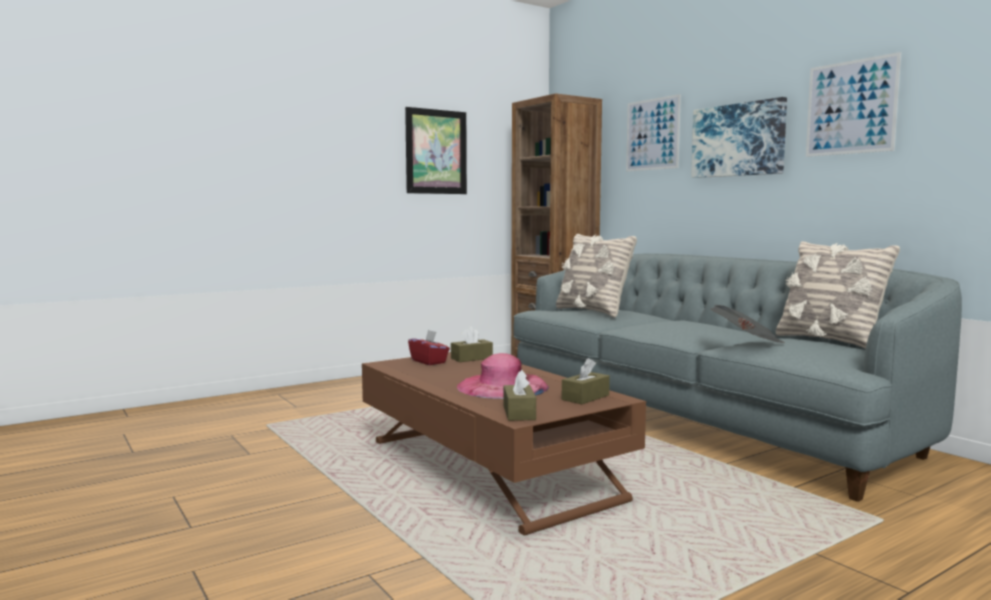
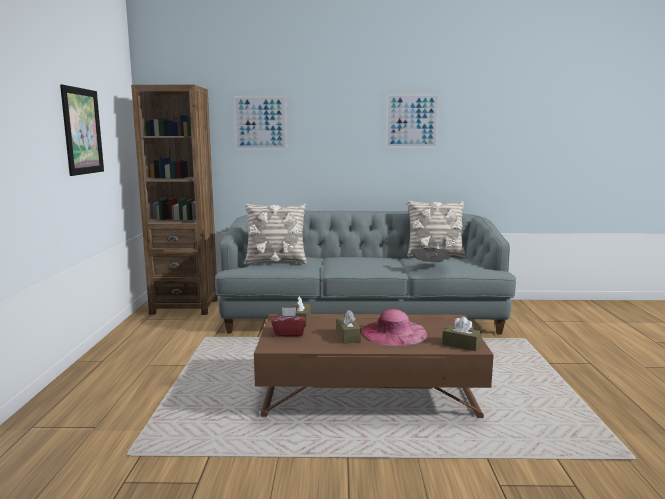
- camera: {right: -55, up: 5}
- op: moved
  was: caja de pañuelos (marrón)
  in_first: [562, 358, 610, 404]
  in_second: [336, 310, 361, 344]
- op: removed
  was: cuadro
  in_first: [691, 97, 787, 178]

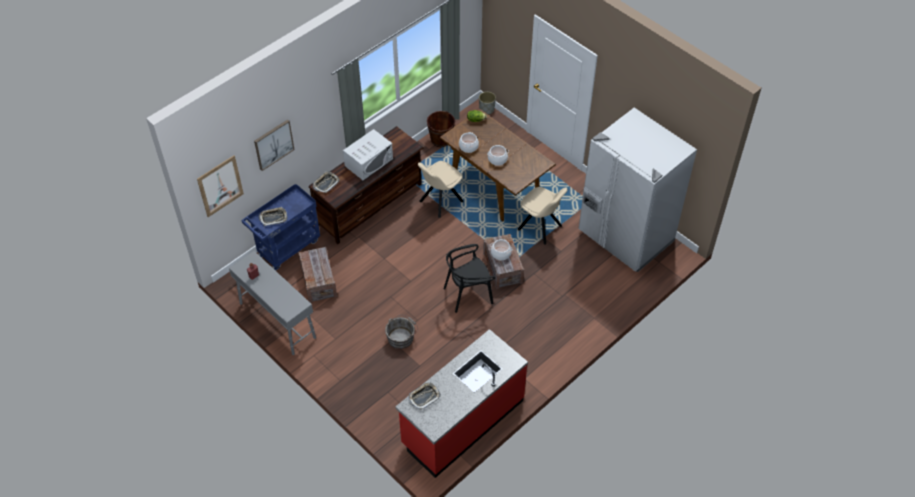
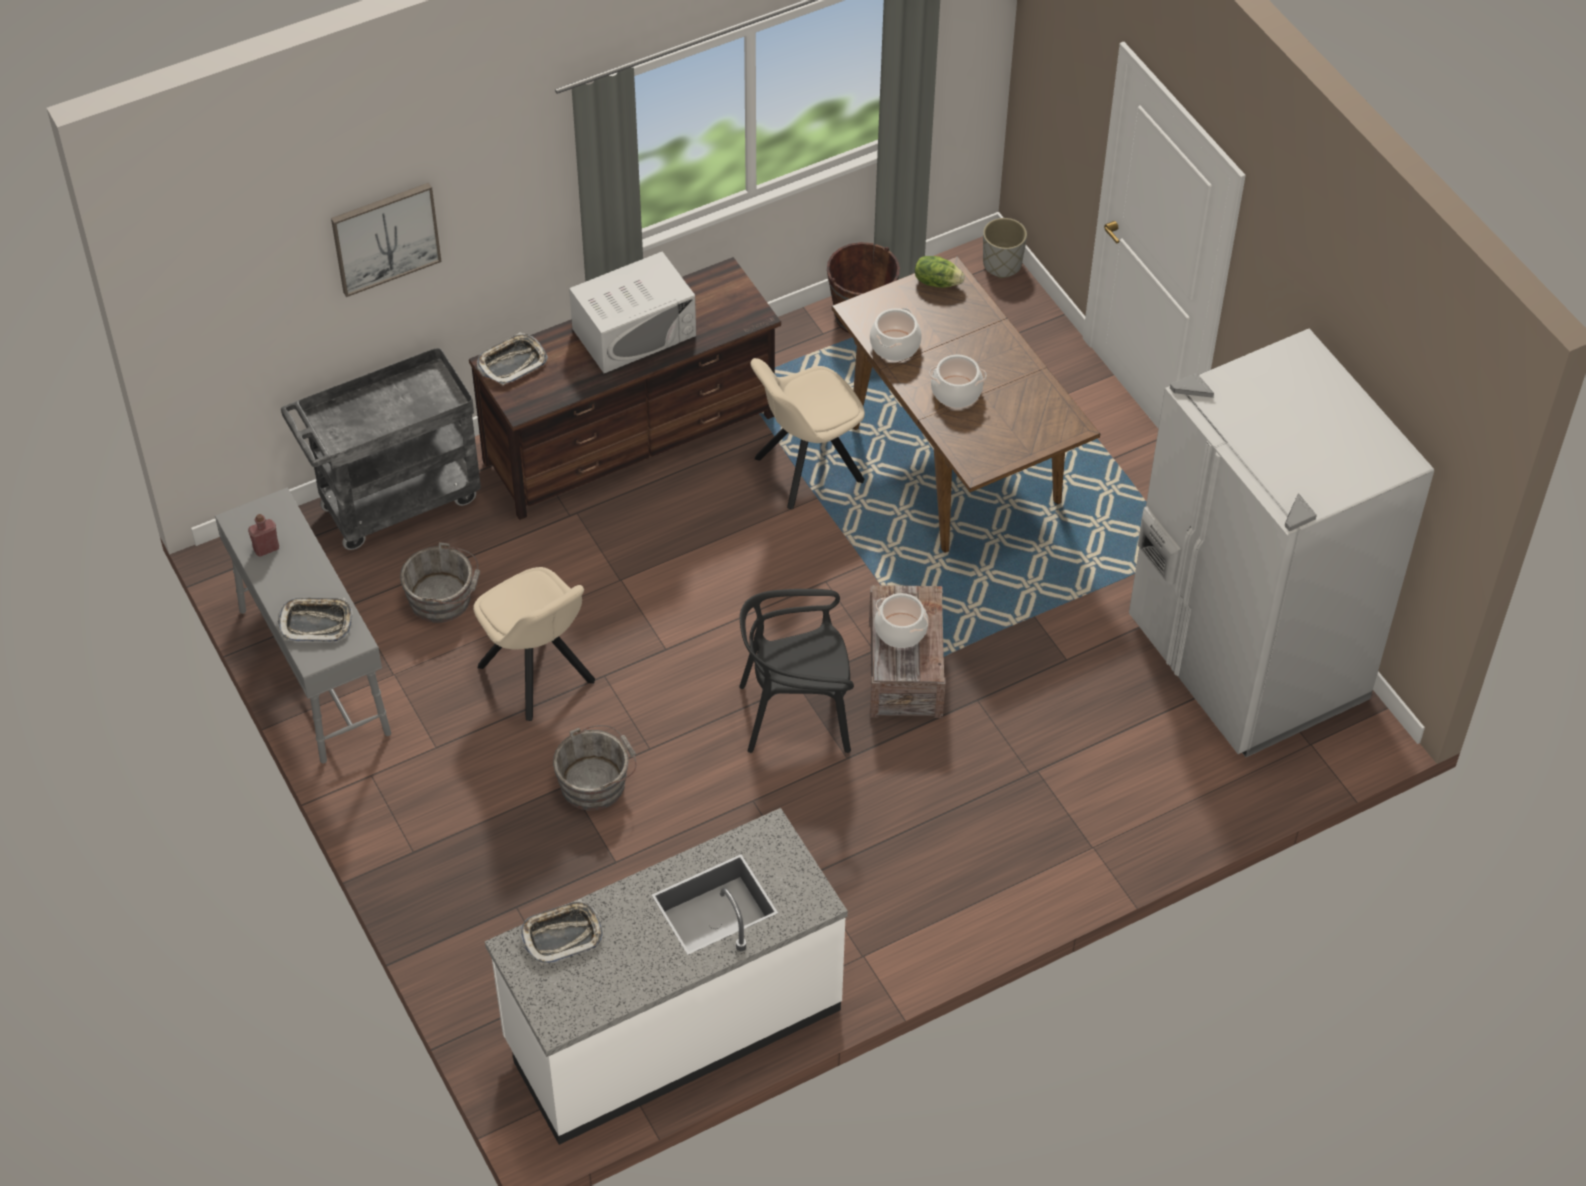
- camera: {right: 15, up: 0}
- op: removed
  was: cuadro
  in_first: [197, 155, 244, 217]
- op: recoloured
  was: carrito (azul)
  now: carrito (negro)
  in_first: [242, 184, 320, 271]
  in_second: [281, 348, 481, 550]
- op: moved
  was: bandeja
  in_first: [259, 207, 287, 226]
  in_second: [278, 598, 353, 642]
- op: replaced
  was: caja de embalaje
  now: cubo (gris)
  in_first: [299, 247, 337, 303]
  in_second: [400, 542, 480, 623]
- op: recoloured
  was: mueble bajo de cocina (rojo)
  now: mueble bajo de cocina (blanco)
  in_first: [395, 329, 528, 478]
  in_second: [485, 808, 848, 1145]
- op: moved
  was: silla (beis)
  in_first: [518, 187, 568, 245]
  in_second: [473, 567, 595, 721]

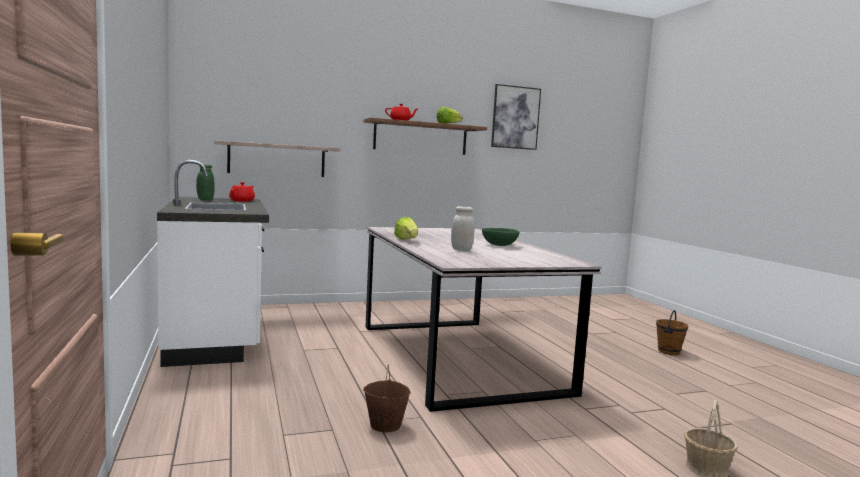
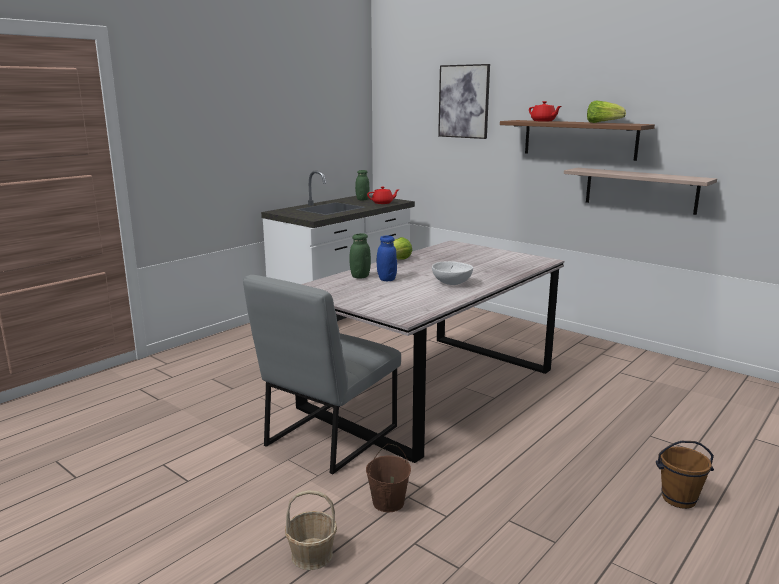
- camera: {right: 60, up: 10}
- op: moved
  was: estante
  in_first: [214, 140, 340, 177]
  in_second: [564, 168, 717, 215]
- op: moved
  was: cubo (marrón)
  in_first: [363, 364, 411, 432]
  in_second: [366, 444, 411, 512]
- op: recoloured
  was: tarro (blanco)
  now: tarro (azul)
  in_first: [451, 206, 475, 251]
  in_second: [377, 235, 397, 281]
- op: recoloured
  was: cuenco (verde)
  now: cuenco (blanco)
  in_first: [482, 228, 519, 246]
  in_second: [432, 261, 473, 285]
- op: moved
  was: cuadro
  in_first: [491, 84, 541, 150]
  in_second: [438, 64, 490, 139]
- op: added
  now: silla (gris)
  in_second: [243, 275, 401, 474]
- op: added
  now: tarro (verde)
  in_second: [349, 233, 371, 279]

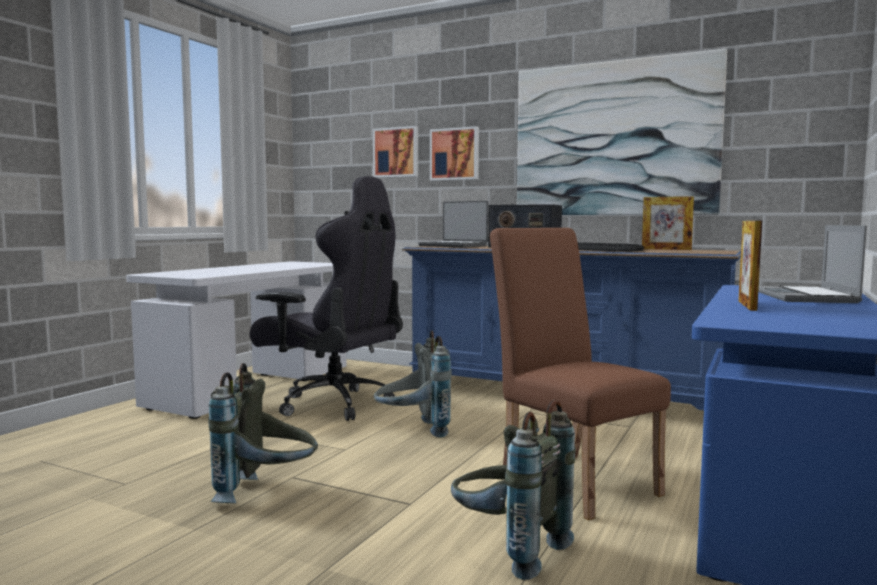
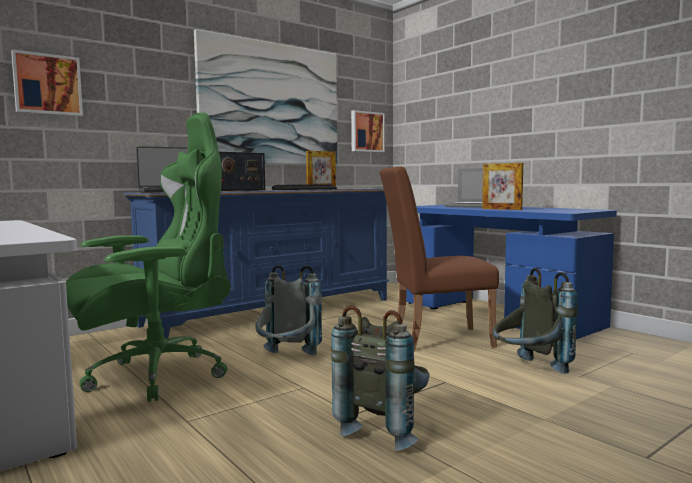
- camera: {right: -65, up: 0}
- op: recoloured
  was: silla de oficina (negro)
  now: silla de oficina (verde)
  in_first: [250, 176, 403, 421]
  in_second: [66, 112, 230, 402]
- op: moved
  was: cuadro
  in_first: [430, 126, 479, 181]
  in_second: [351, 110, 385, 152]

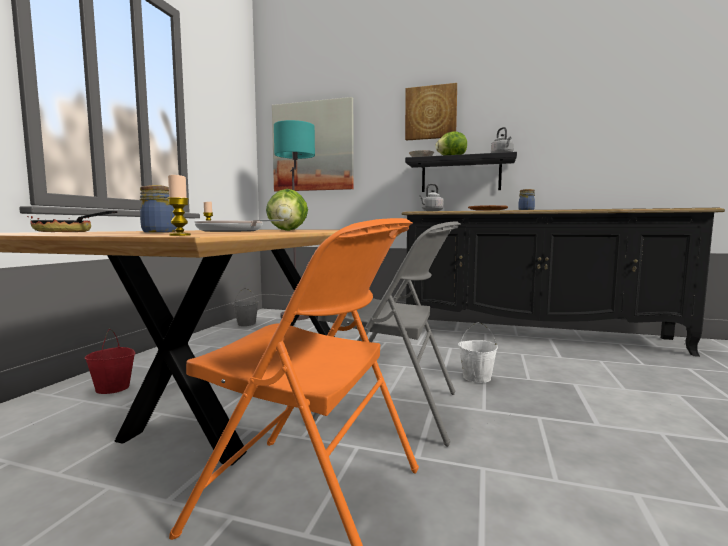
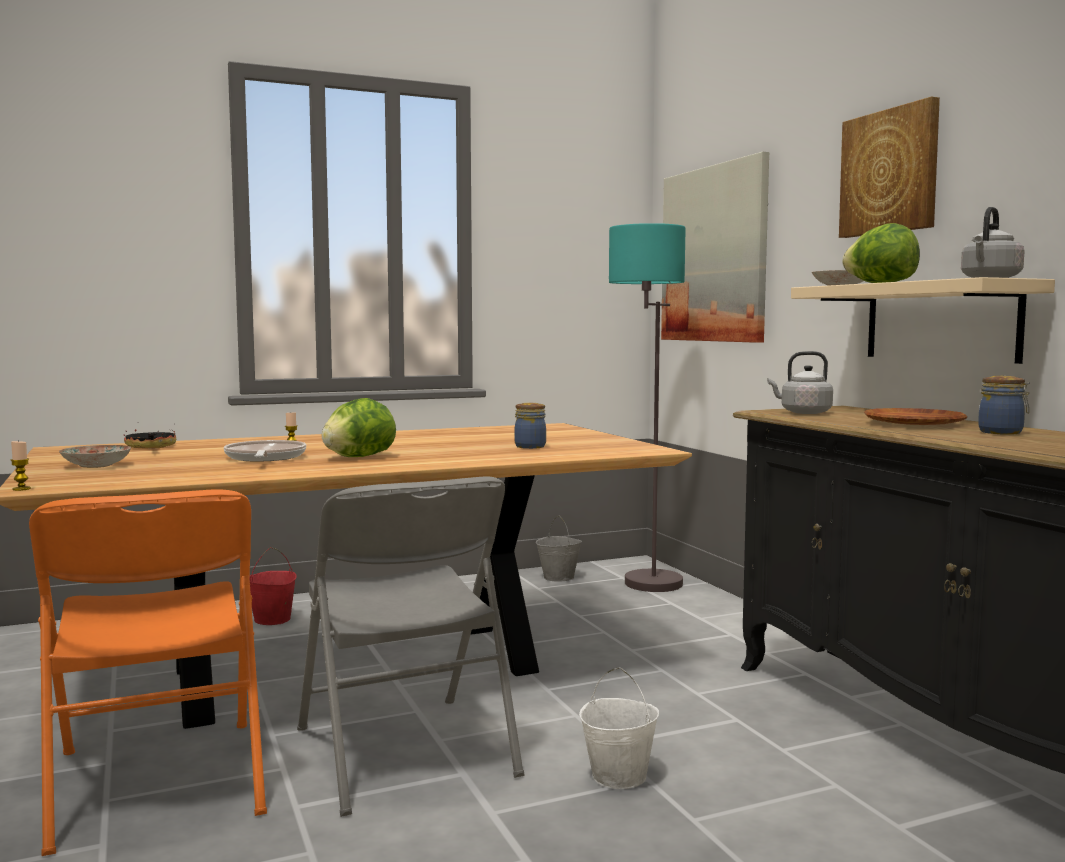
- camera: {right: 50, up: 0}
- op: moved
  was: tarro
  in_first: [140, 185, 177, 232]
  in_second: [514, 403, 546, 449]
- op: recoloured
  was: estante (negro)
  now: estante (beis)
  in_first: [405, 152, 517, 192]
  in_second: [791, 277, 1055, 364]
- op: added
  now: plato
  in_second: [59, 445, 131, 468]

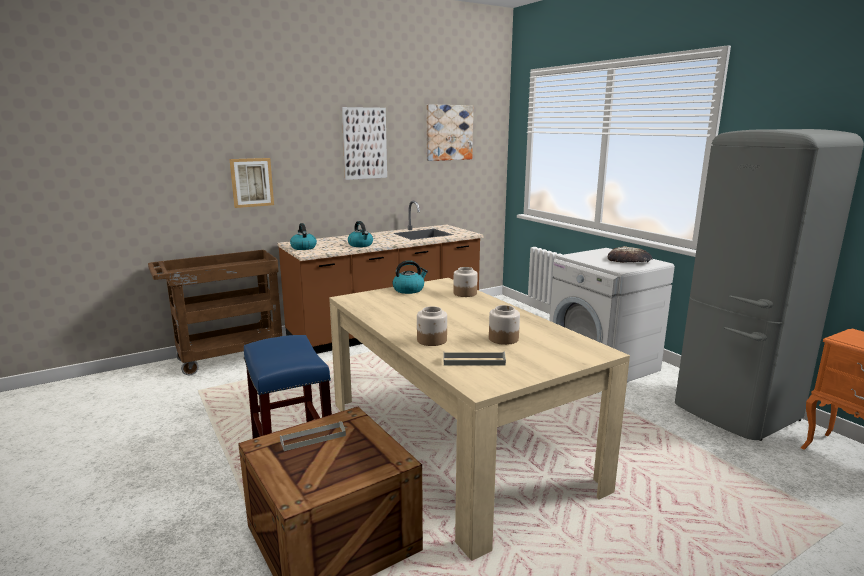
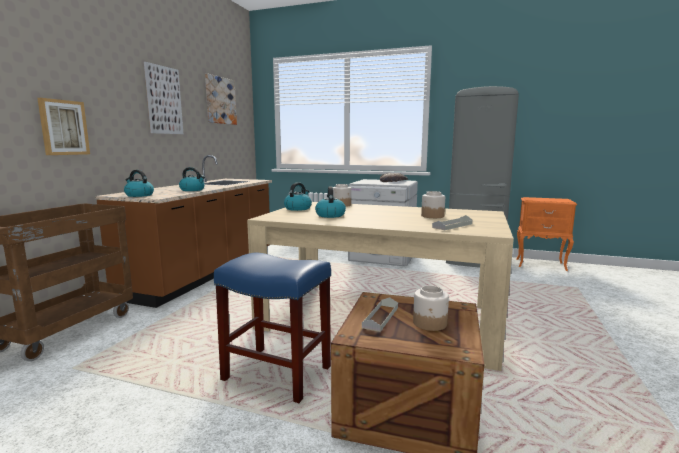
- camera: {right: -40, up: -5}
- op: moved
  was: tarro
  in_first: [417, 306, 447, 346]
  in_second: [413, 285, 449, 331]
- op: added
  now: hervidor
  in_second: [315, 186, 346, 218]

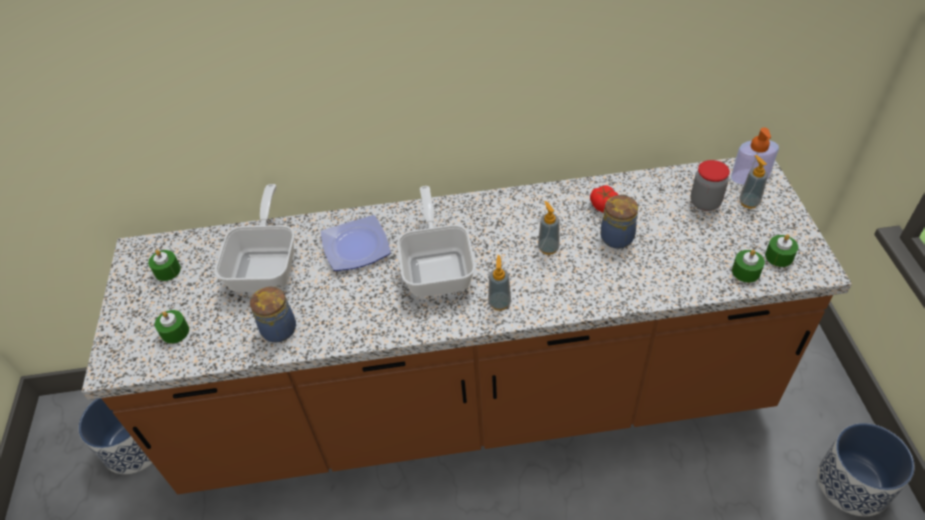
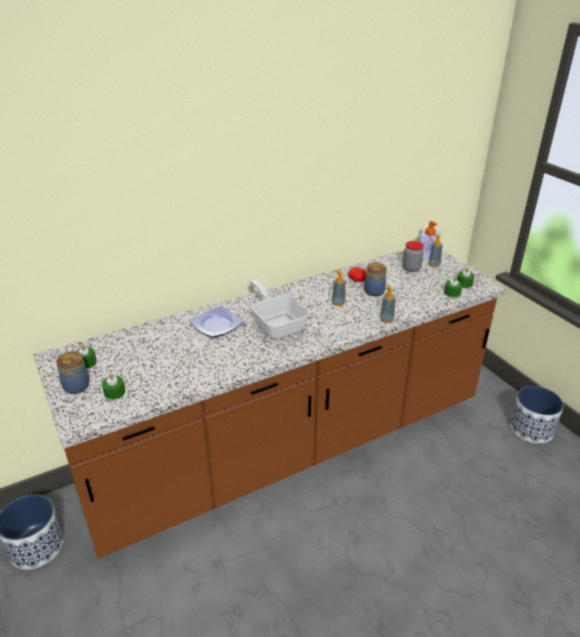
- camera: {right: -25, up: -15}
- op: removed
  was: sartén
  in_first: [215, 184, 294, 292]
- op: moved
  was: tarro
  in_first: [250, 285, 296, 343]
  in_second: [56, 351, 90, 394]
- op: moved
  was: dispensador de jabón
  in_first: [488, 255, 511, 311]
  in_second: [380, 284, 395, 323]

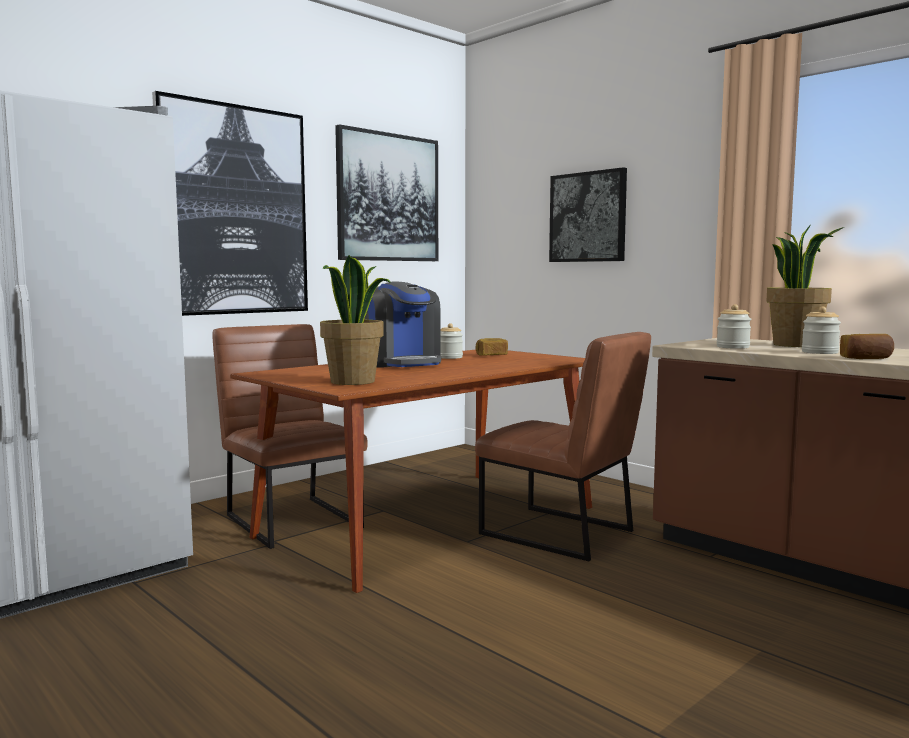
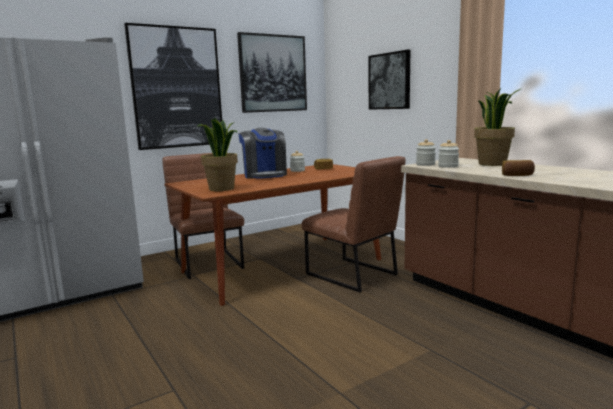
- camera: {right: 10, up: 5}
- op: moved
  was: tarro
  in_first: [802, 306, 841, 354]
  in_second: [416, 139, 436, 166]

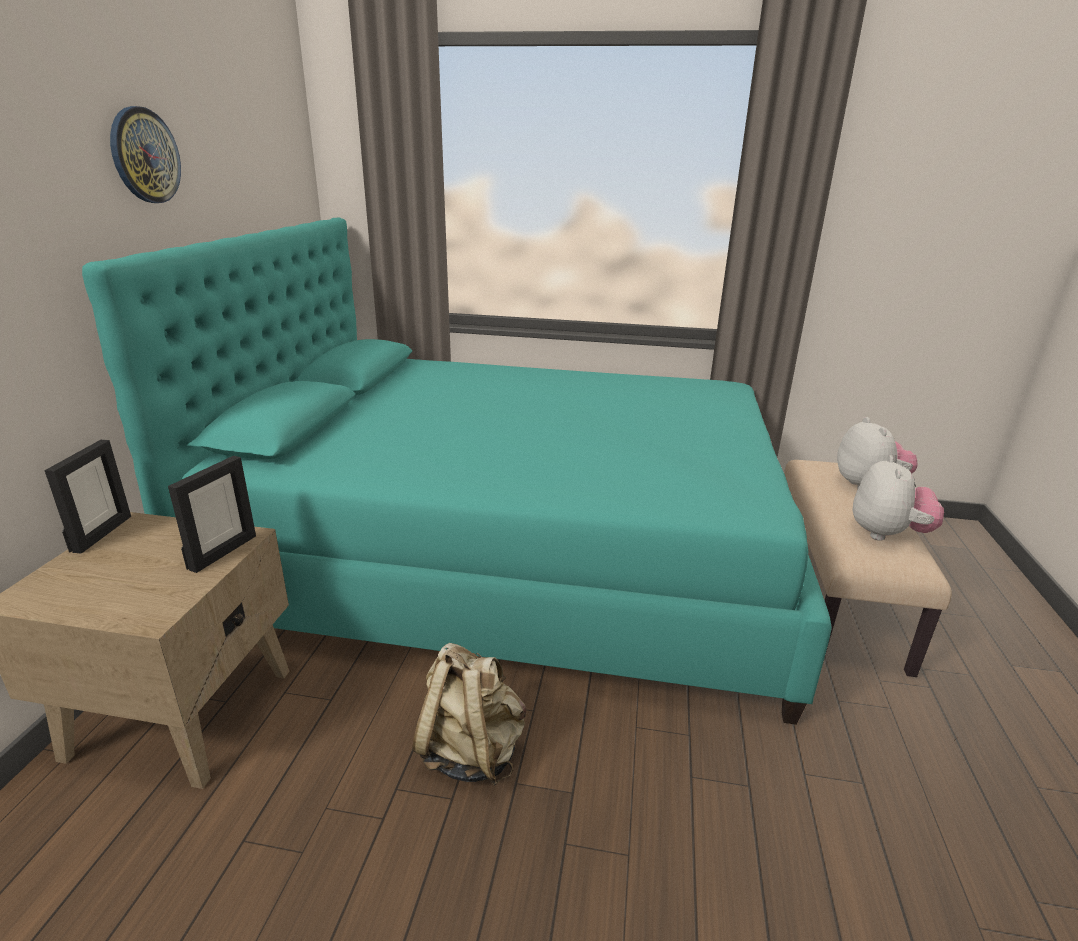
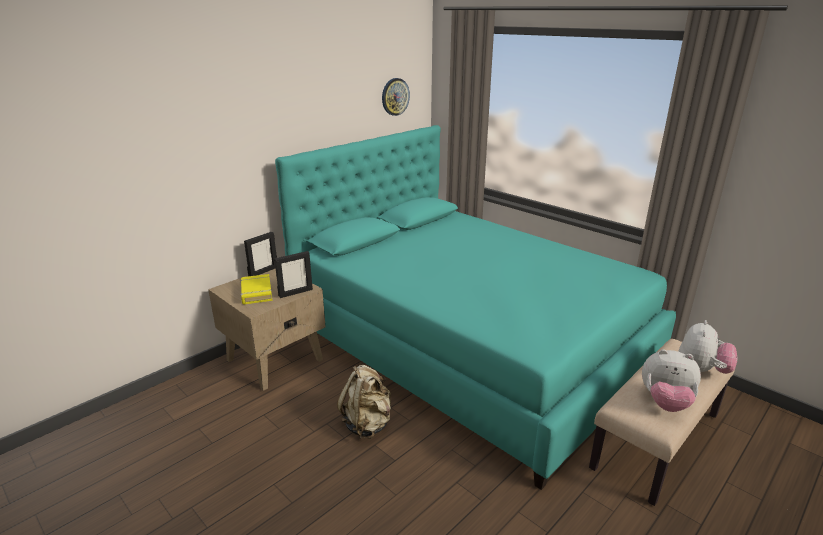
- camera: {right: 35, up: 0}
- op: moved
  was: reloj de pared
  in_first: [110, 106, 181, 203]
  in_second: [382, 78, 410, 116]
- op: turned
  was: peluche
  in_first: [852, 455, 944, 541]
  in_second: [642, 349, 701, 412]
  clockwise: 60
- op: added
  now: libro (amarillo)
  in_second: [240, 274, 272, 304]

